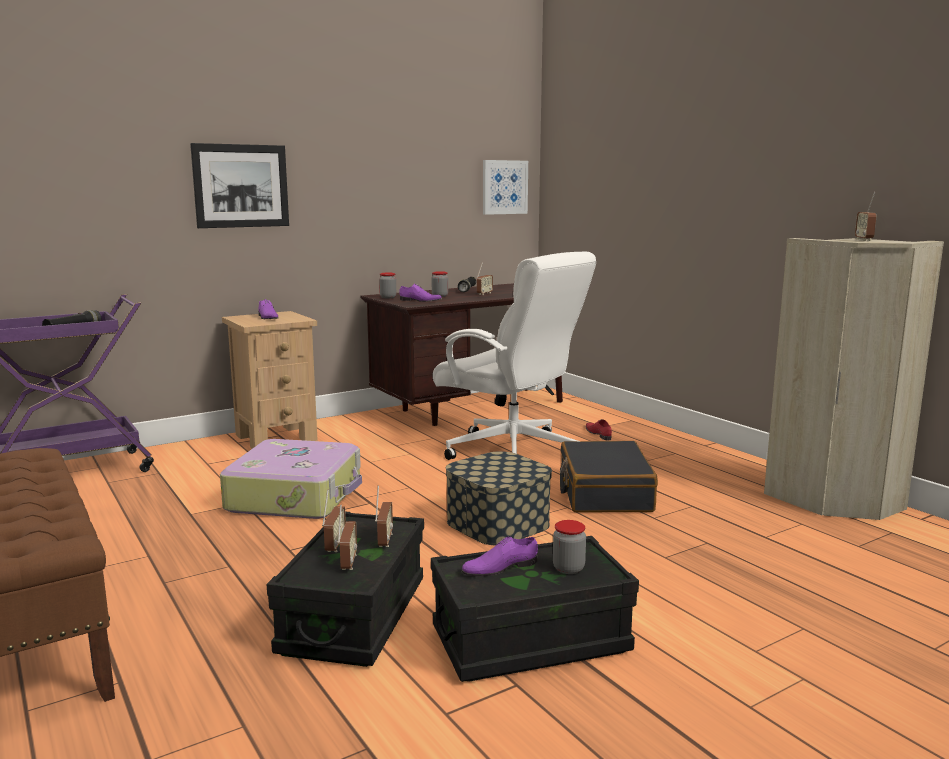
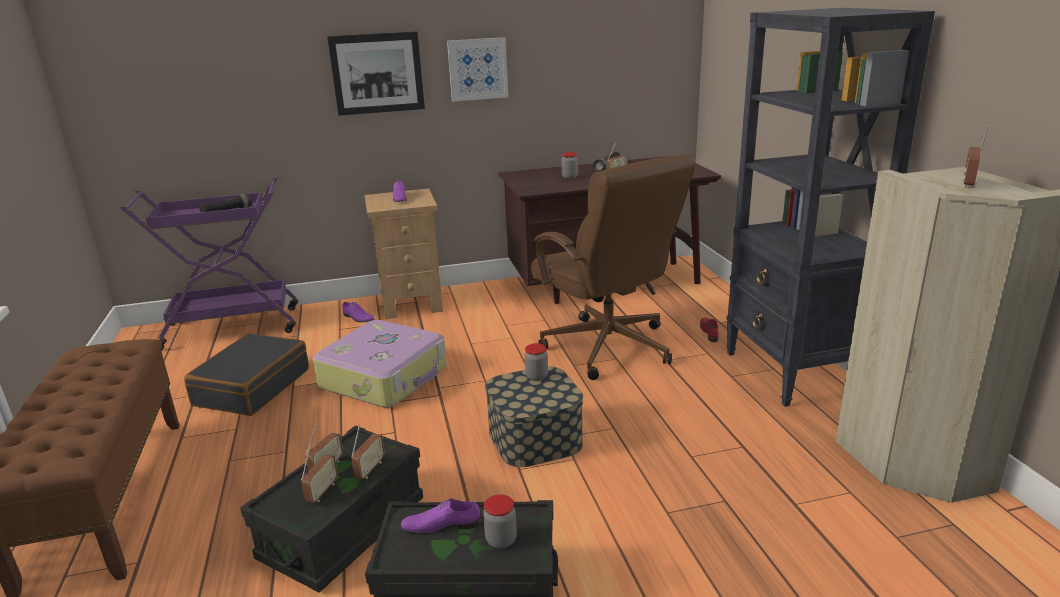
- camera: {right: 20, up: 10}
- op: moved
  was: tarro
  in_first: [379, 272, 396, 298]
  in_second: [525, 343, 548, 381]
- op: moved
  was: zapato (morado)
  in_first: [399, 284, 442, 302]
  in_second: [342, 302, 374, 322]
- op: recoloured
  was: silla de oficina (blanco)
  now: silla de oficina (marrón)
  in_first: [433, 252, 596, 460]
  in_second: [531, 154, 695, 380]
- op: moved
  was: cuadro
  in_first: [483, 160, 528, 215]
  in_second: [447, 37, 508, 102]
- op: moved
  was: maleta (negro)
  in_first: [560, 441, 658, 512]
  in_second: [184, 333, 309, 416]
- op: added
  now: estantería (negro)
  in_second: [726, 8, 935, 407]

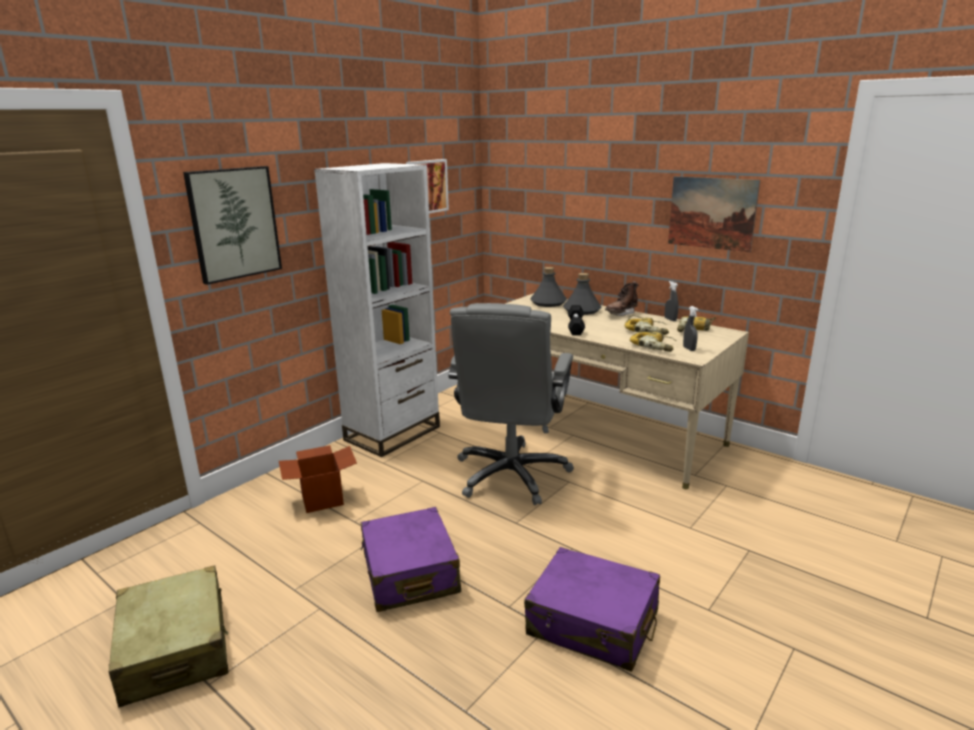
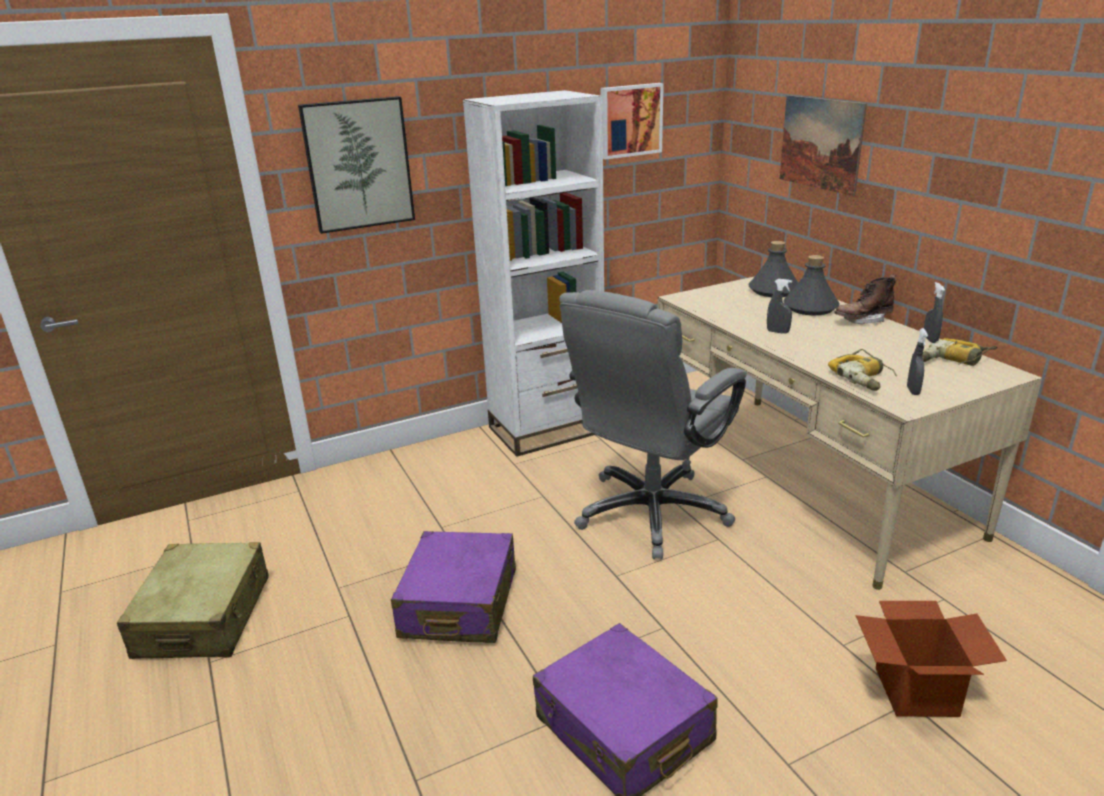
- camera: {right: 25, up: 5}
- op: moved
  was: caja de cartón
  in_first: [279, 445, 357, 513]
  in_second: [856, 601, 1007, 717]
- op: replaced
  was: mancuerna (negro)
  now: pulverizador (gris)
  in_first: [568, 305, 585, 335]
  in_second: [767, 279, 792, 334]
- op: removed
  was: taladro
  in_first: [624, 315, 669, 335]
- op: moved
  was: cuadro
  in_first: [668, 176, 760, 252]
  in_second: [780, 95, 867, 196]

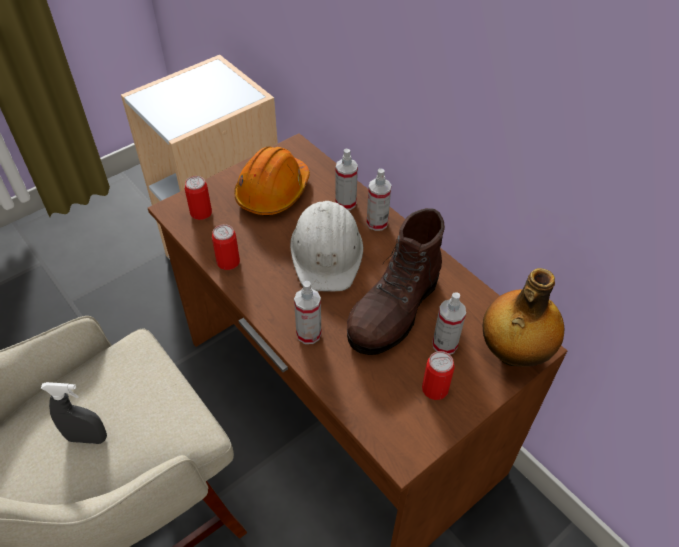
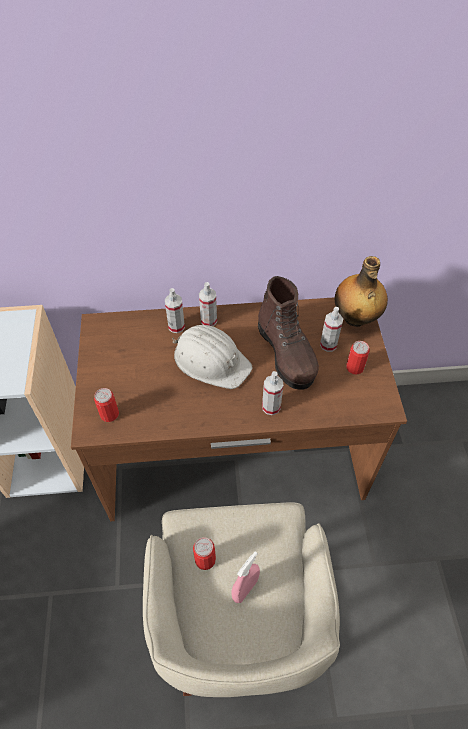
- camera: {right: -55, up: 5}
- op: recoloured
  was: pulverizador (gris)
  now: pulverizador (rosa)
  in_first: [40, 382, 107, 444]
  in_second: [232, 551, 260, 603]
- op: moved
  was: lata
  in_first: [212, 224, 240, 270]
  in_second: [193, 537, 216, 570]
- op: removed
  was: casco (naranja)
  in_first: [234, 146, 310, 216]

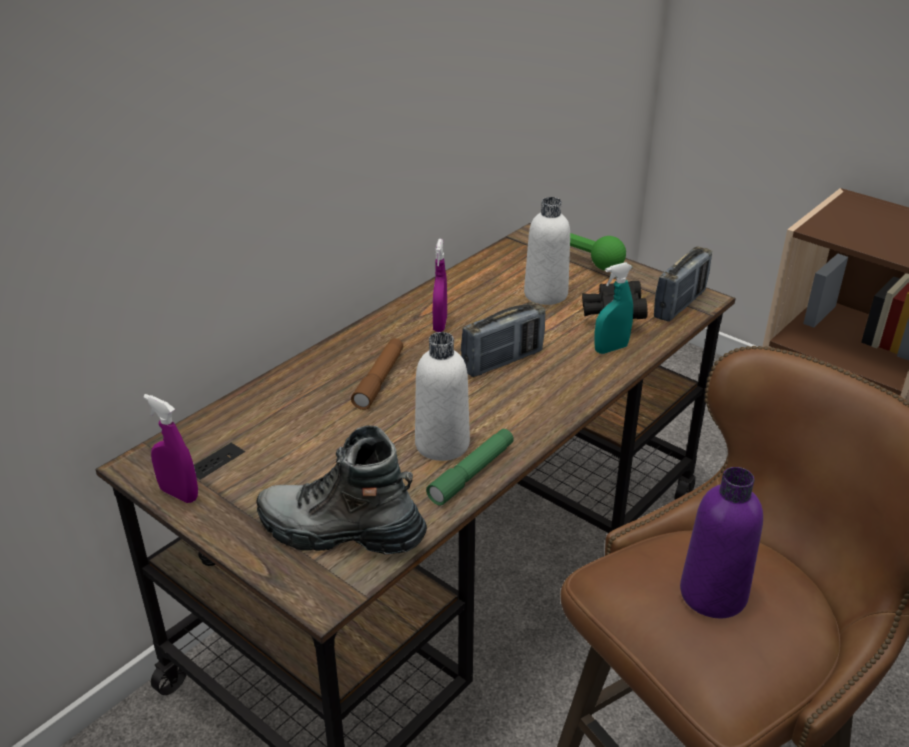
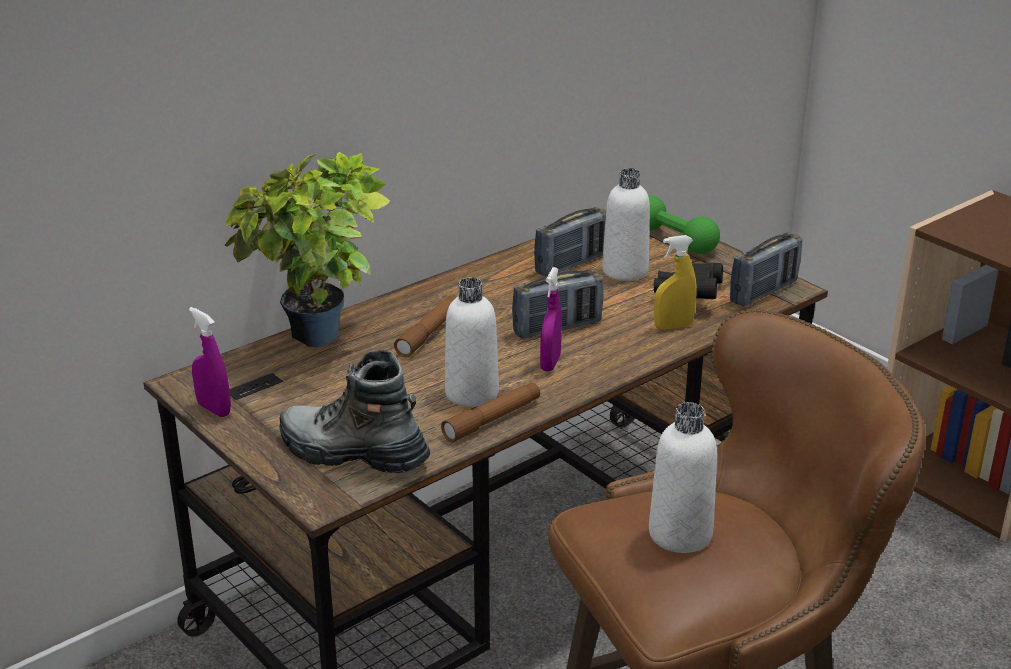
- camera: {right: 10, up: -5}
- op: recoloured
  was: linterna (verde)
  now: linterna (marrón)
  in_first: [426, 429, 514, 506]
  in_second: [441, 382, 540, 442]
- op: moved
  was: pulverizador (morado)
  in_first: [433, 239, 447, 332]
  in_second: [540, 267, 562, 371]
- op: recoloured
  was: pulverizador (turquesa)
  now: pulverizador (amarillo)
  in_first: [595, 262, 633, 354]
  in_second: [654, 235, 697, 330]
- op: recoloured
  was: botella (morado)
  now: botella (blanco)
  in_first: [680, 467, 763, 618]
  in_second: [649, 402, 717, 553]
- op: added
  now: planta en maceta
  in_second: [225, 152, 390, 347]
- op: added
  now: radio
  in_second: [534, 207, 606, 277]

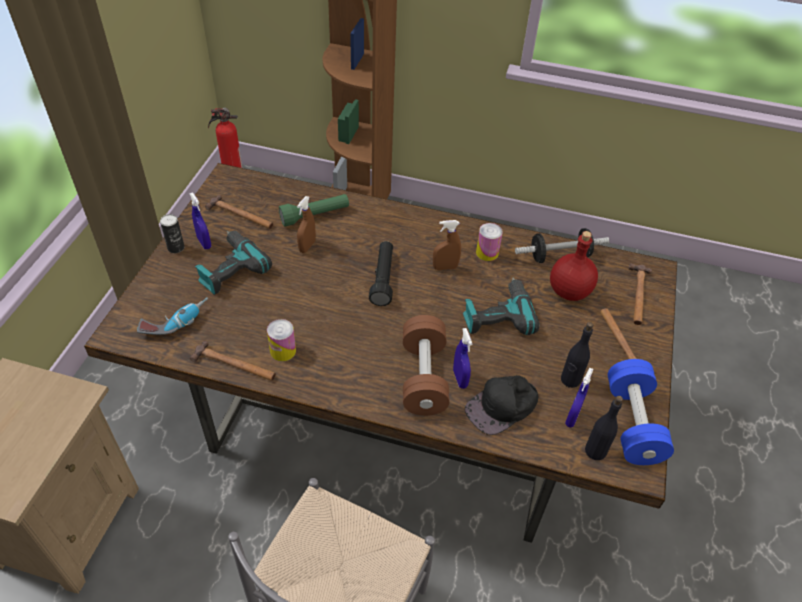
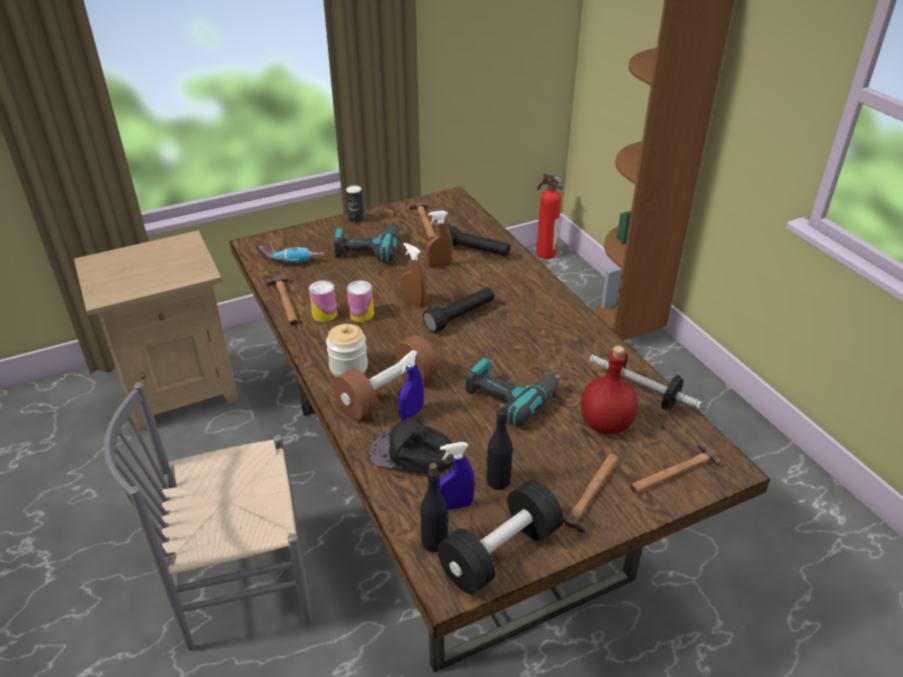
- camera: {right: 50, up: -10}
- op: removed
  was: pulverizador (azul)
  in_first: [189, 192, 211, 249]
- op: recoloured
  was: linterna (verde)
  now: linterna (negro)
  in_first: [279, 194, 349, 227]
  in_second: [447, 225, 510, 256]
- op: moved
  was: pulverizador (marrón)
  in_first: [433, 220, 461, 270]
  in_second: [402, 243, 426, 307]
- op: moved
  was: lata
  in_first: [476, 223, 503, 261]
  in_second: [347, 280, 374, 322]
- op: recoloured
  was: mancuerna (azul)
  now: mancuerna (negro)
  in_first: [608, 359, 674, 465]
  in_second: [437, 480, 564, 594]
- op: added
  now: tarro
  in_second: [326, 324, 368, 377]

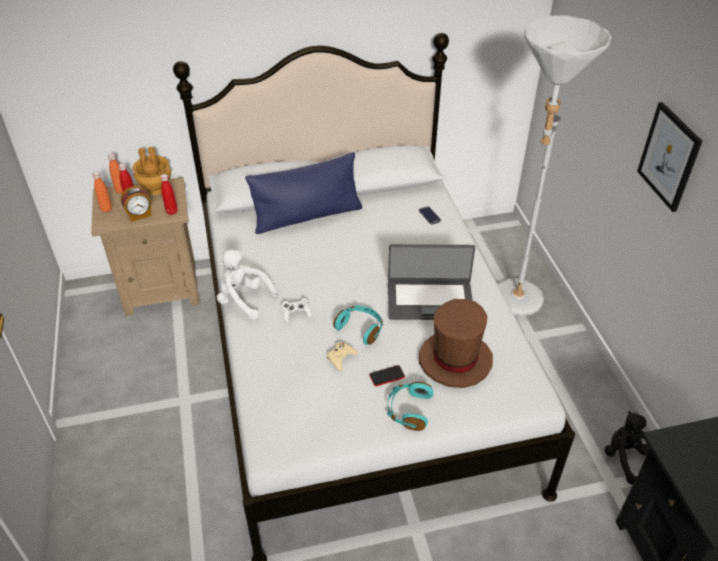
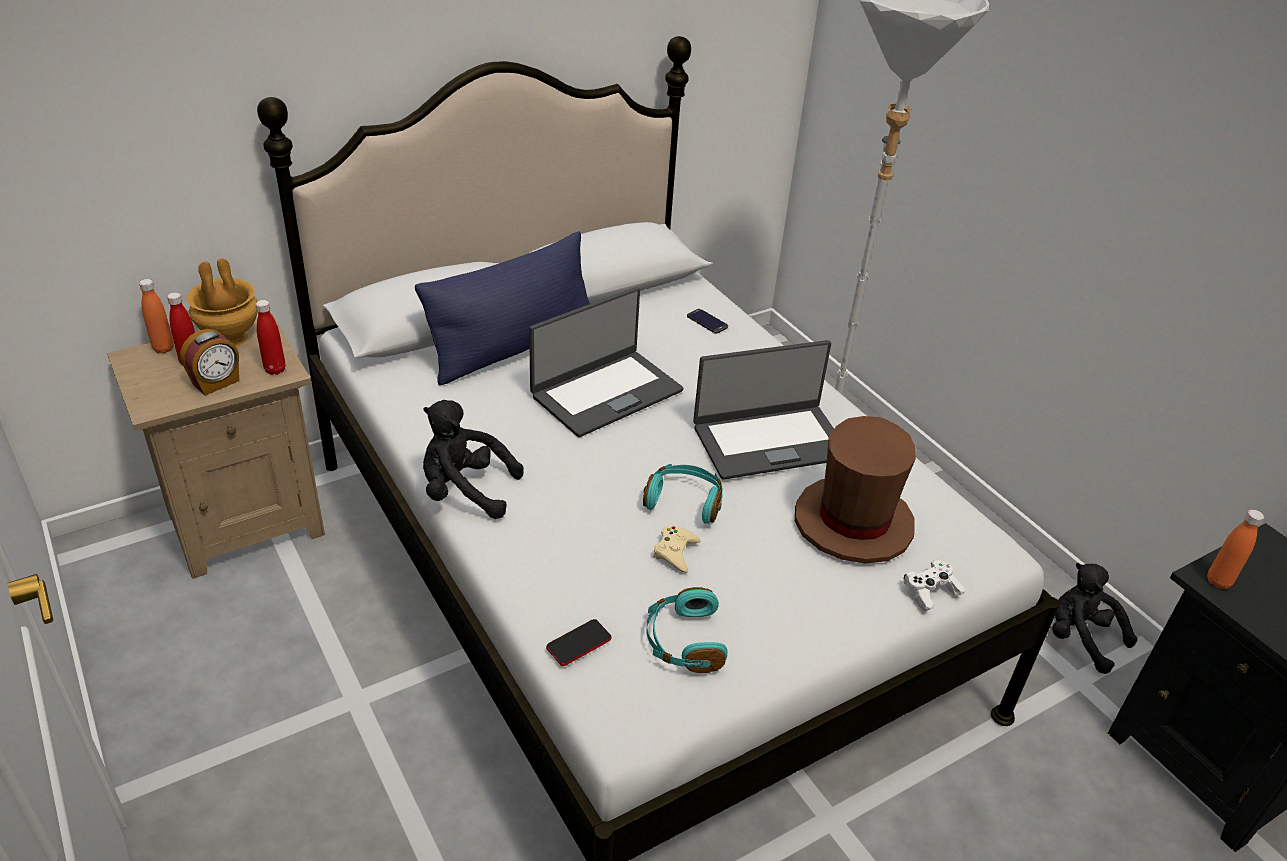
- camera: {right: -20, up: -5}
- op: moved
  was: botella (naranja)
  in_first: [92, 172, 112, 212]
  in_second: [1207, 509, 1264, 589]
- op: recoloured
  was: peluche (blanco)
  now: peluche (negro)
  in_first: [217, 250, 278, 320]
  in_second: [423, 400, 524, 519]
- op: moved
  was: mando de consola (blanco)
  in_first: [281, 298, 312, 323]
  in_second: [903, 559, 965, 612]
- op: moved
  was: móvil
  in_first: [369, 365, 405, 386]
  in_second: [546, 619, 612, 666]
- op: moved
  was: auriculares (turquesa)
  in_first: [387, 382, 433, 431]
  in_second: [647, 587, 728, 673]
- op: removed
  was: cuadro
  in_first: [637, 102, 702, 212]
- op: added
  now: portátil
  in_second: [529, 287, 683, 437]

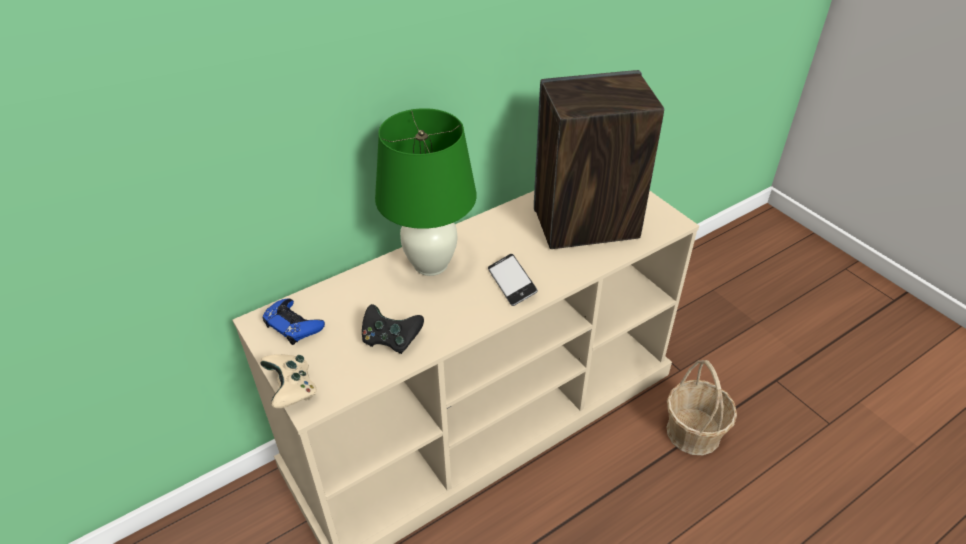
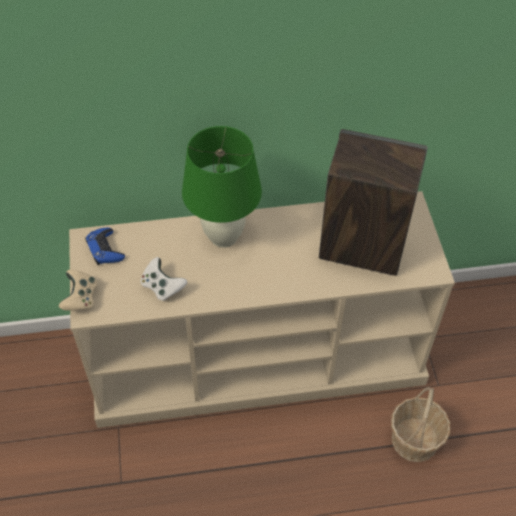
- camera: {right: 25, up: 10}
- op: recoloured
  was: mando de consola (negro)
  now: mando de consola (blanco)
  in_first: [362, 304, 424, 354]
  in_second: [140, 257, 187, 301]
- op: removed
  was: móvil
  in_first: [488, 254, 538, 306]

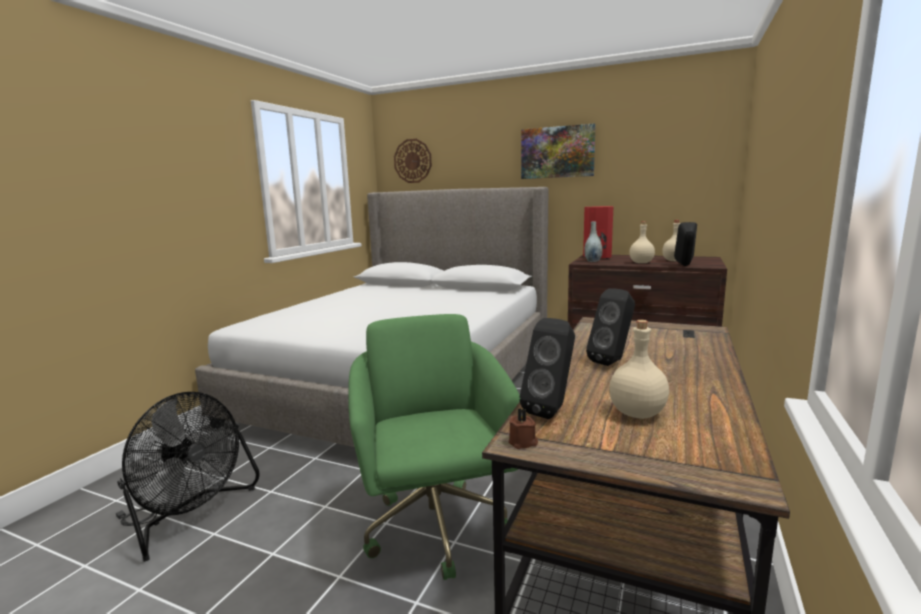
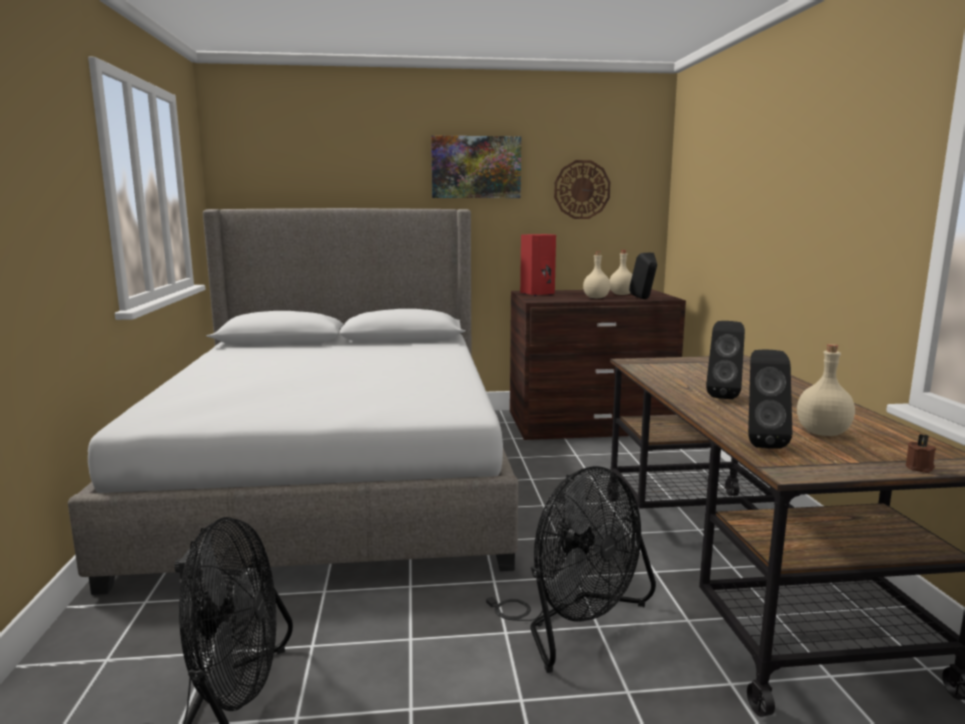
- camera: {right: -30, up: 0}
- op: replaced
  was: silla de oficina (verde)
  now: ventilador (negro)
  in_first: [348, 314, 520, 580]
  in_second: [486, 466, 656, 673]
- op: moved
  was: reloj de pared
  in_first: [394, 139, 432, 183]
  in_second: [554, 160, 611, 219]
- op: moved
  was: vela (marrón)
  in_first: [508, 408, 538, 449]
  in_second: [906, 434, 936, 473]
- op: removed
  was: florero (gris)
  in_first: [584, 221, 603, 262]

